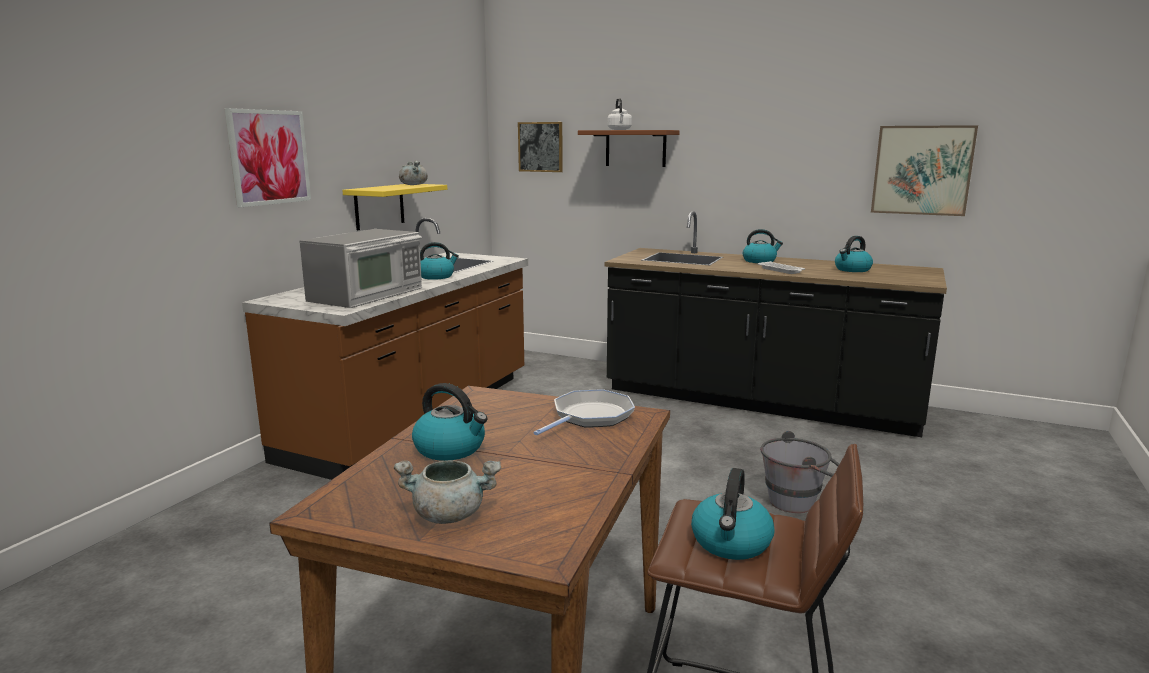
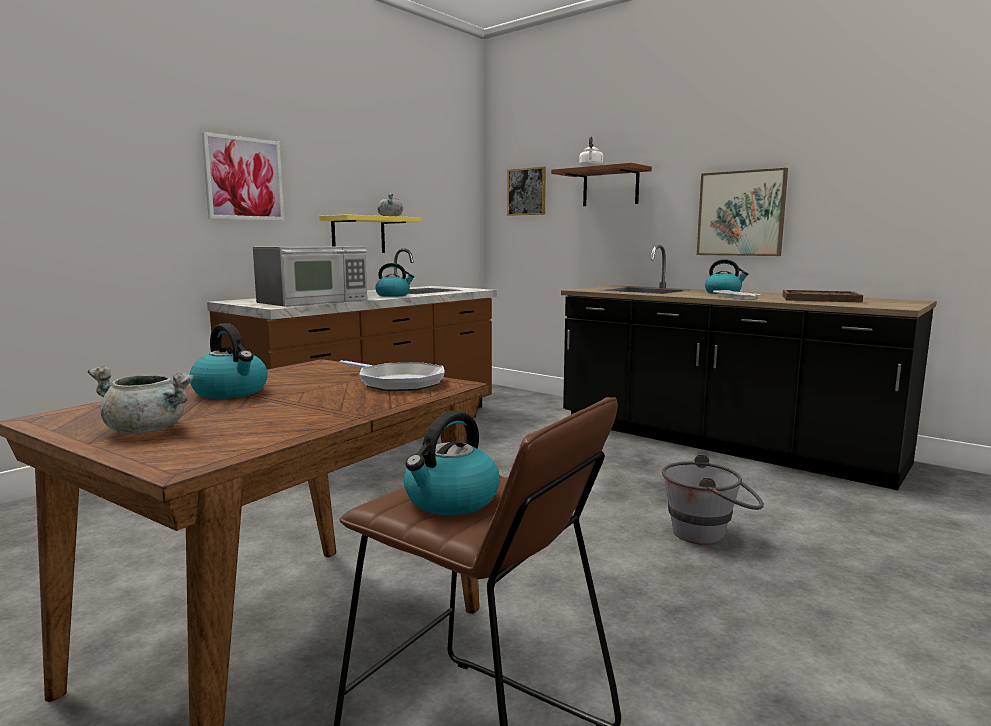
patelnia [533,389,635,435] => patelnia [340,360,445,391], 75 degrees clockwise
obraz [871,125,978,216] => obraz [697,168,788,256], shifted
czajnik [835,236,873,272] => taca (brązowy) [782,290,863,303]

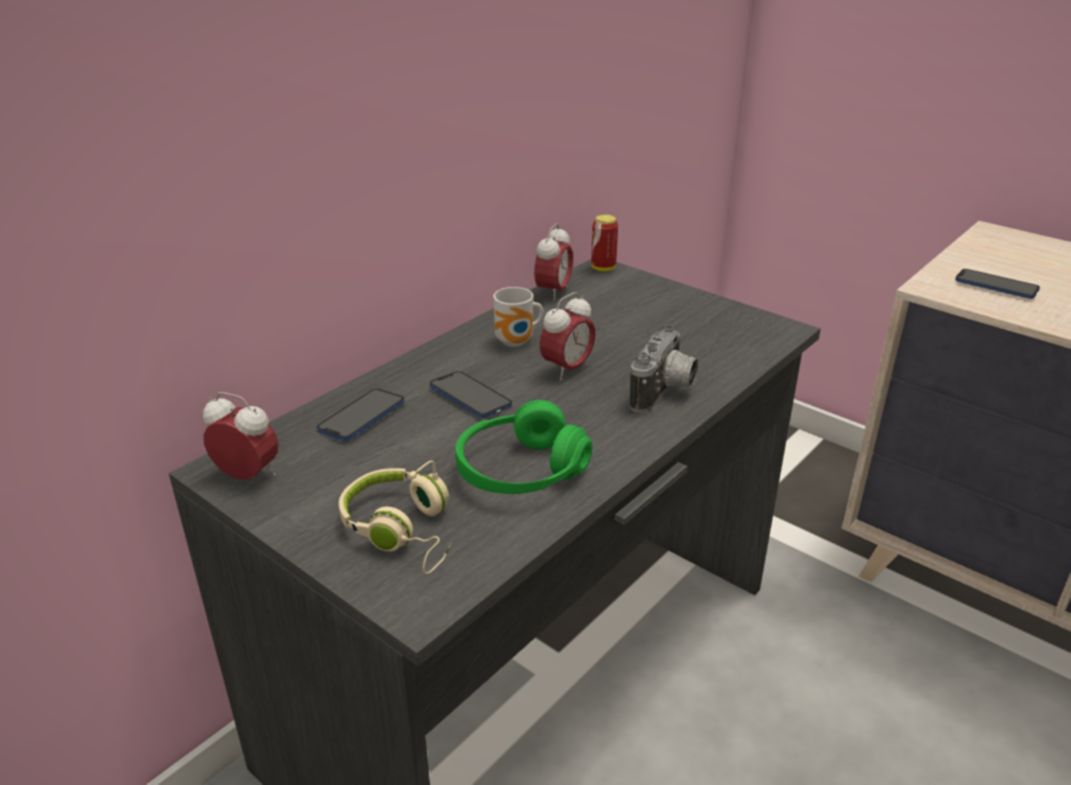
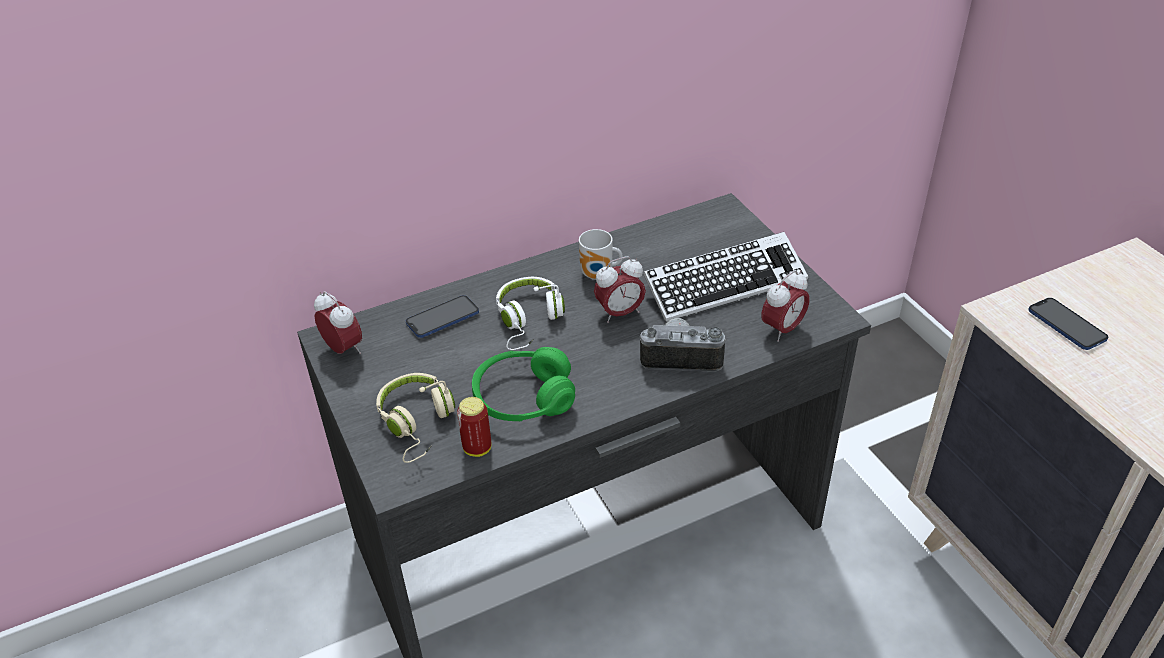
puszka [591,214,618,271] => puszka [457,397,491,457], shifted
telefon [430,371,512,418] => słuchawki (biały) [496,277,565,350]
aparat fotograficzny [630,325,698,413] => aparat fotograficzny [639,318,726,372], 135 degrees counterclockwise
nothing => klawiatura [643,232,808,322]
budzik [534,224,573,301] => budzik [761,270,809,342], shifted

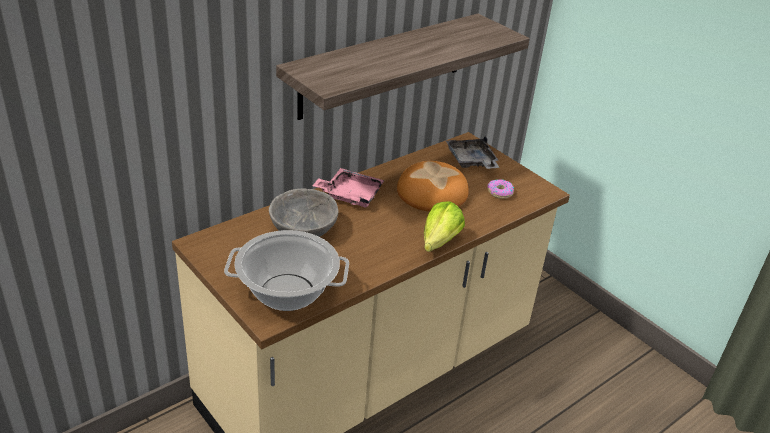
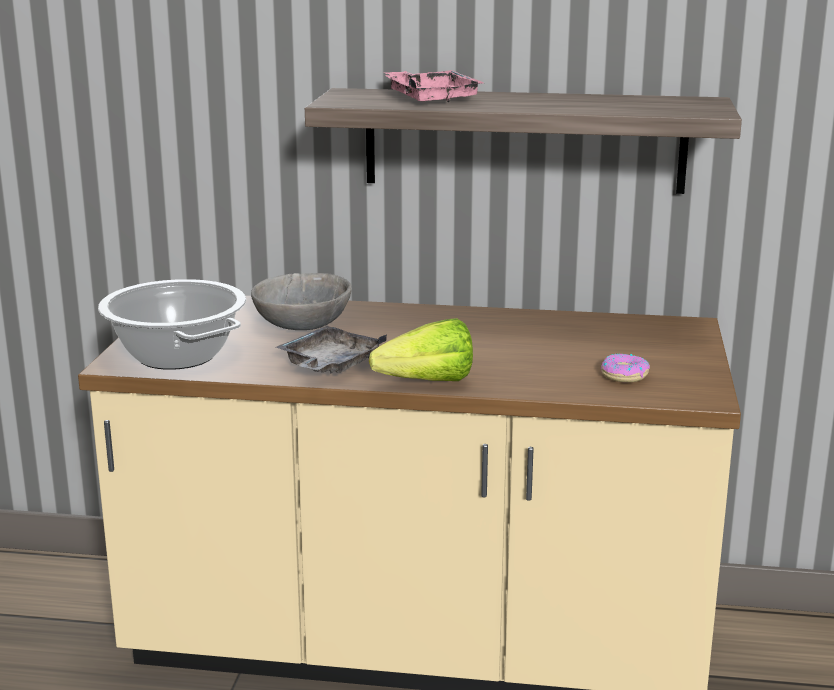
taca (szary) [446,136,499,169] => taca (szary) [276,326,387,374], shifted
taca (różowy) [312,168,384,208] => taca (różowy) [383,70,483,102], shifted
chleb [397,161,469,212] => nothing

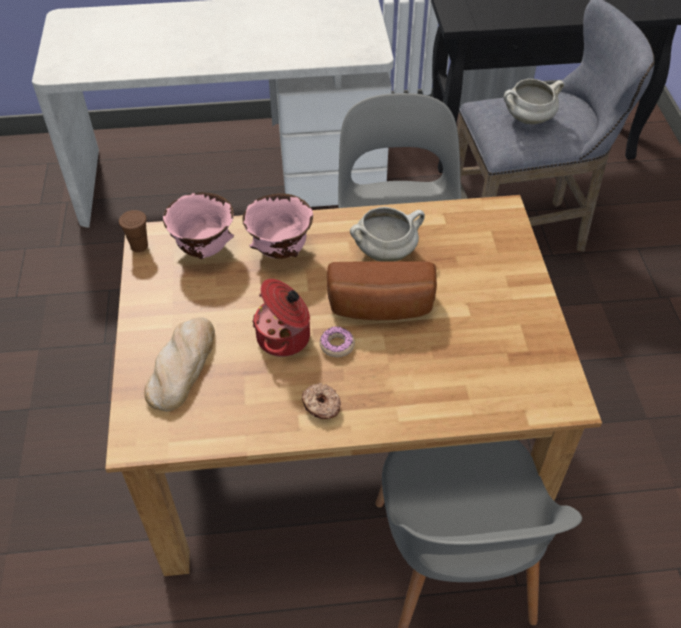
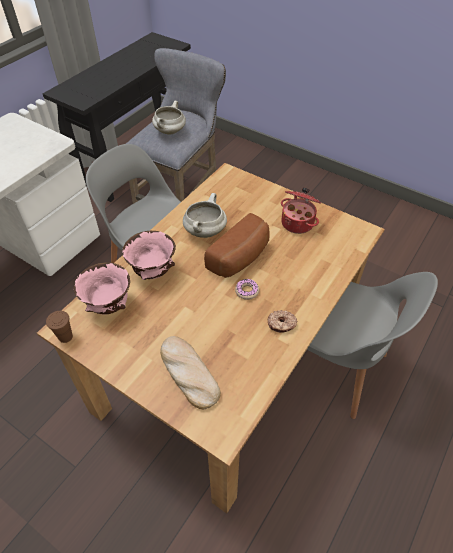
garnek [252,279,310,357] => garnek [281,187,321,234], shifted

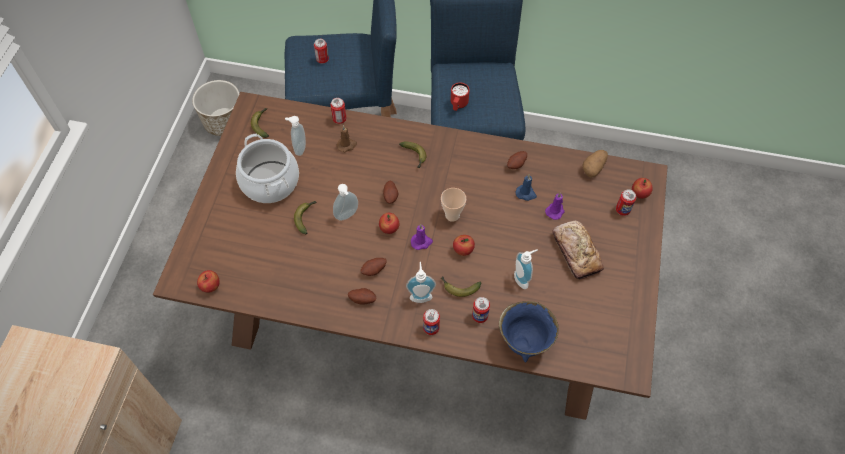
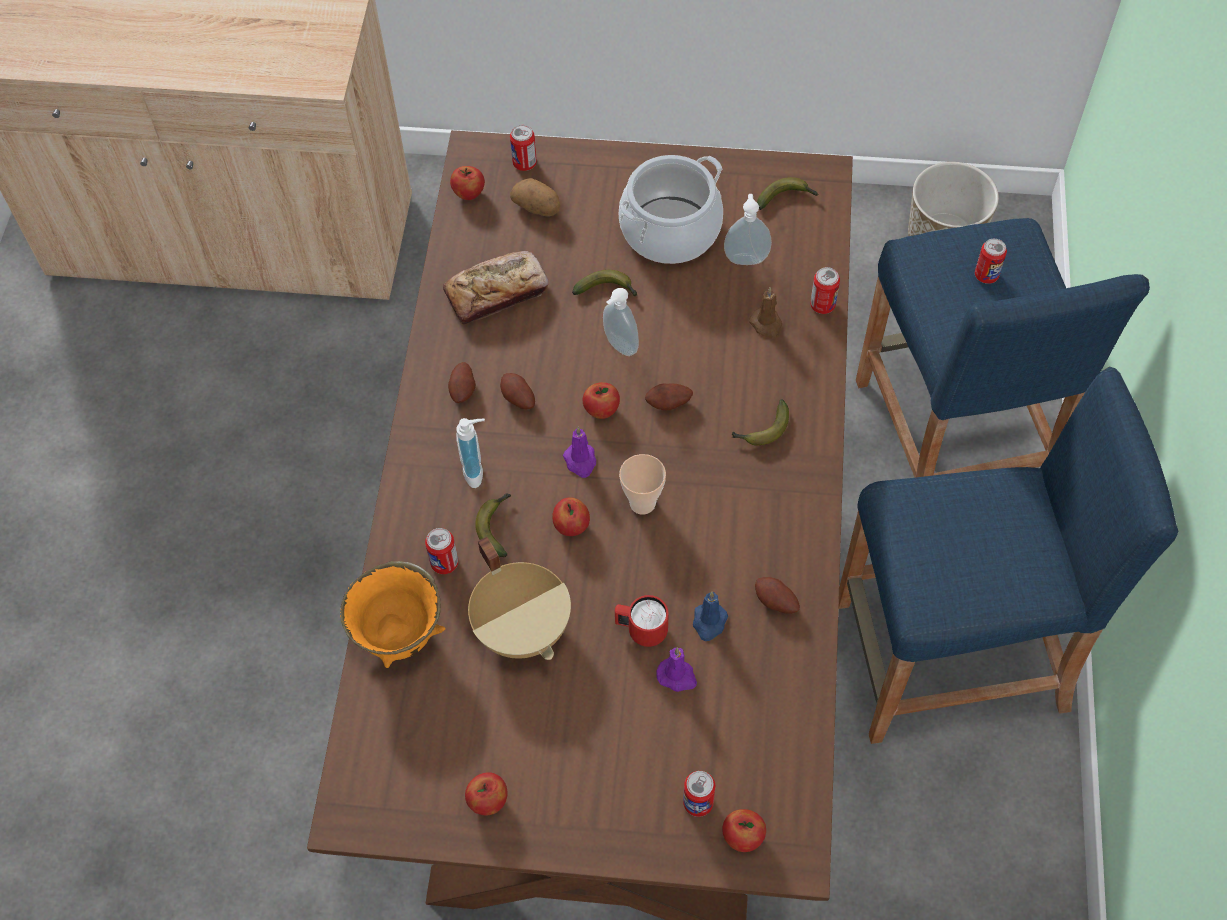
miska (niebieski) [499,301,559,362] => miska (pomarańczowy) [340,561,445,668]
chleb [552,221,604,280] => chleb [443,251,549,325], shifted
nothing => jabłko [465,772,507,816]
dozownik mydła [514,249,538,289] => garnek (beżowy) [468,537,571,660]
puszka [423,309,440,335] => puszka [510,125,537,171], shifted
ziemniak [583,150,608,177] => ziemniak [510,178,560,216], shifted
kubek (czerwony) [451,83,469,111] => kubek (czerwony) [615,595,669,647], shifted

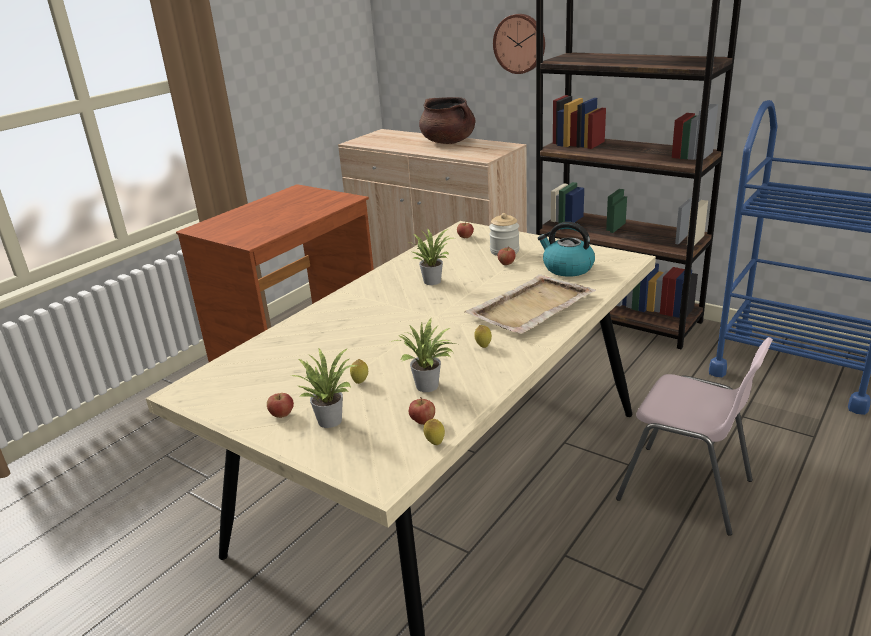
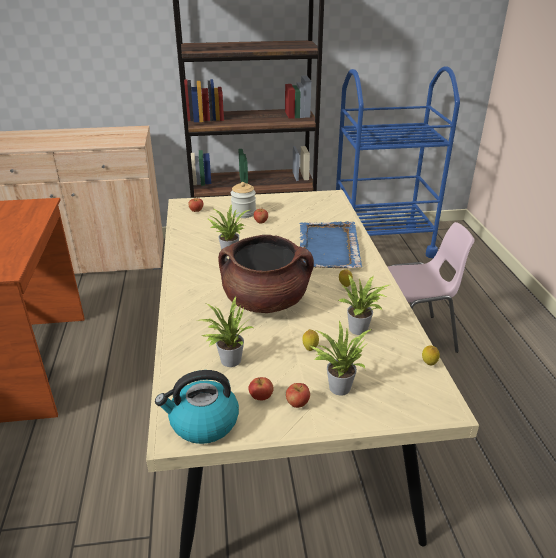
czajnik [538,222,595,277] => czajnik [155,370,239,444], shifted
nothing => roślina doniczkowa [197,296,253,367]
garnek (brązowy) [419,97,476,144] => garnek (brązowy) [218,235,314,313], shifted
jabłko [409,397,435,425] => jabłko [248,377,274,400], shifted
taca (beżowy) [465,274,596,334] => taca (niebieski) [300,221,362,268]
zegar ścienny [493,14,545,74] => nothing

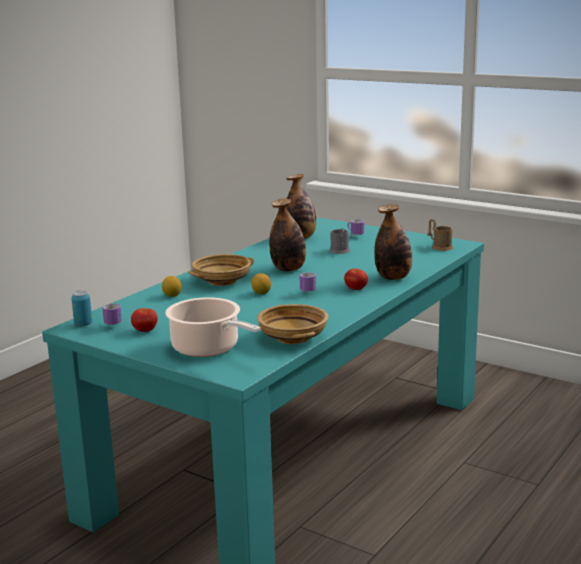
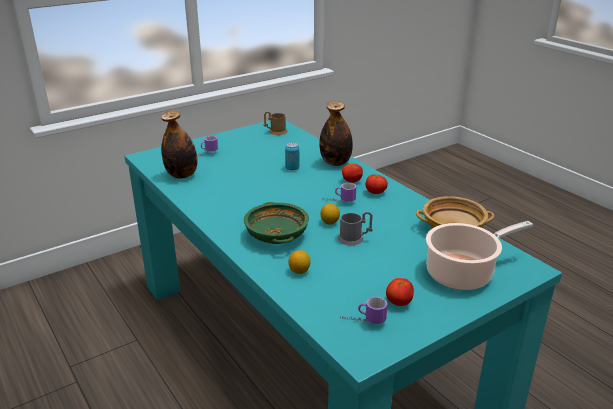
miska (beżowy) [188,254,254,286] => miska (zielony) [244,202,309,244]
puszka [71,291,92,326] => puszka [285,143,299,170], shifted
kubek (szary) [329,228,351,254] => kubek (szary) [337,212,373,246], shifted
nothing => pomidor [365,174,388,194]
butelka [269,199,306,272] => nothing

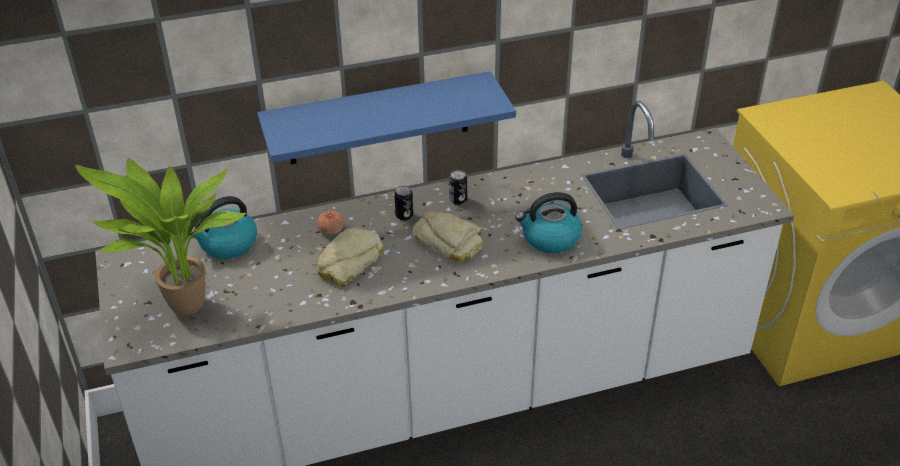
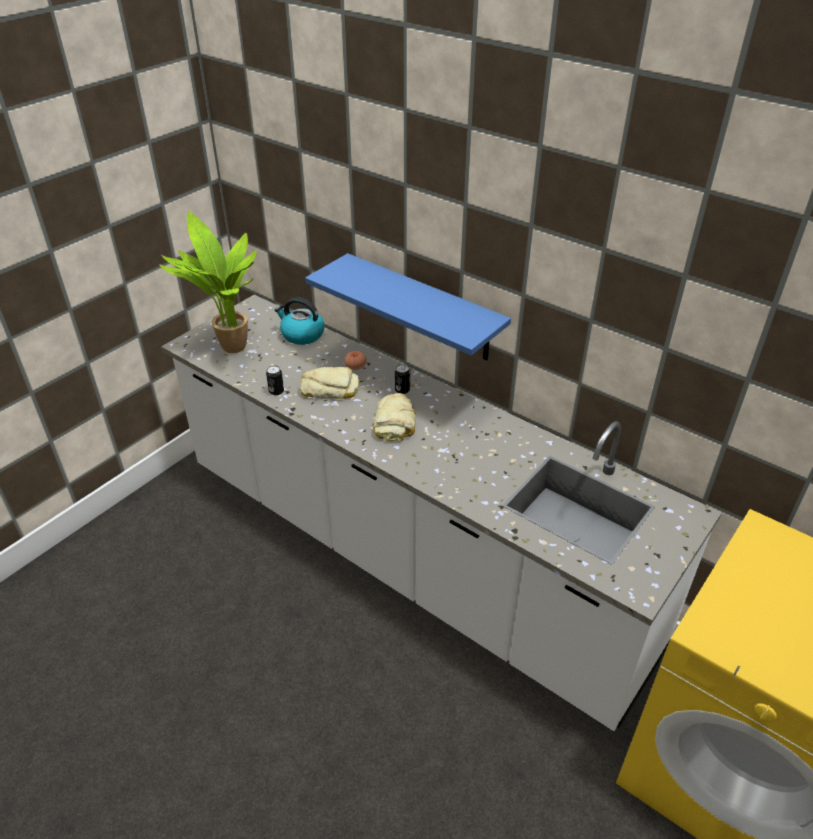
puszka [449,170,467,205] => puszka [266,365,284,395], shifted
czajnik [515,192,582,253] => nothing

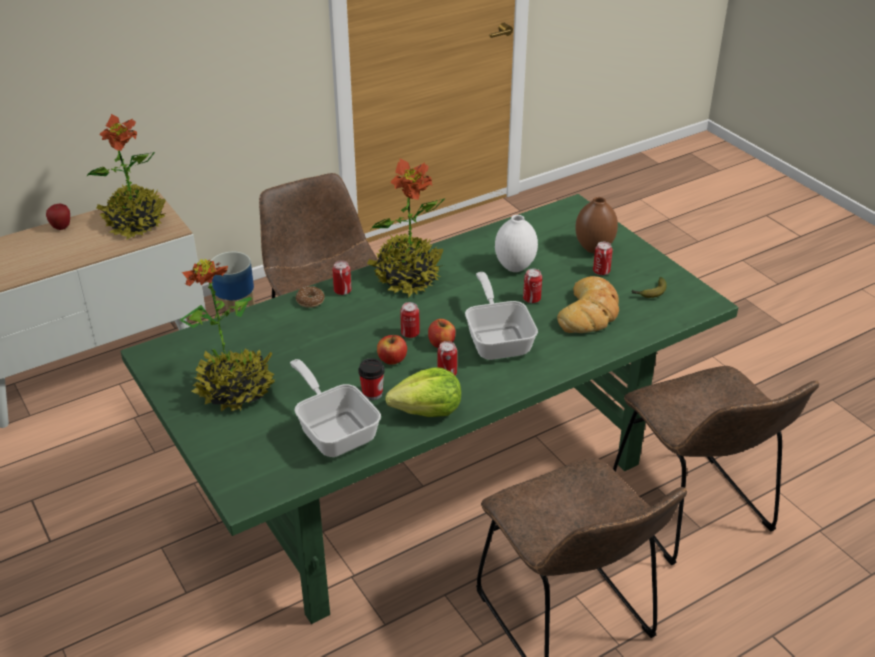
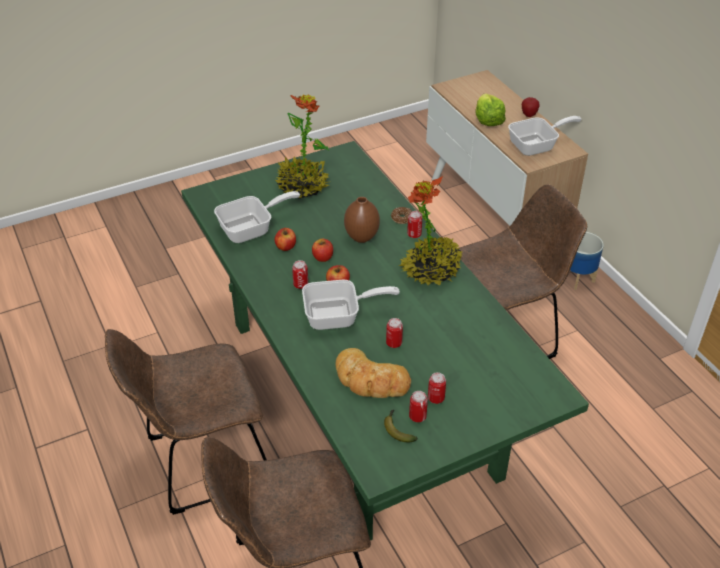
filiżanka [358,358,385,400] => jabłko [275,228,296,251]
wazon (brązowy) [575,197,618,253] => wazon (brązowy) [344,197,380,243], shifted
puszka [401,302,420,338] => puszka [409,391,428,422], shifted
sałata [385,368,461,417] => sałata [475,93,506,126], shifted
roślina doniczkowa [86,114,166,239] => patelnia [508,116,582,156]
wazon (biały) [495,215,538,272] => nothing

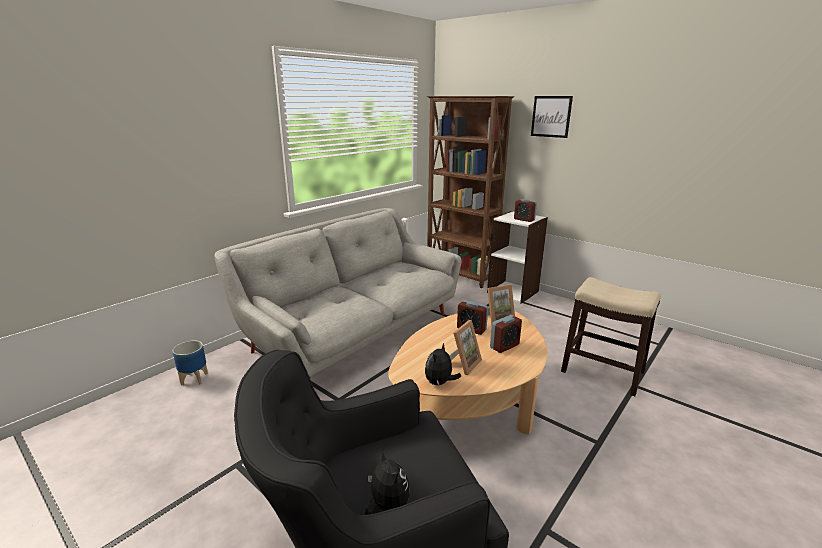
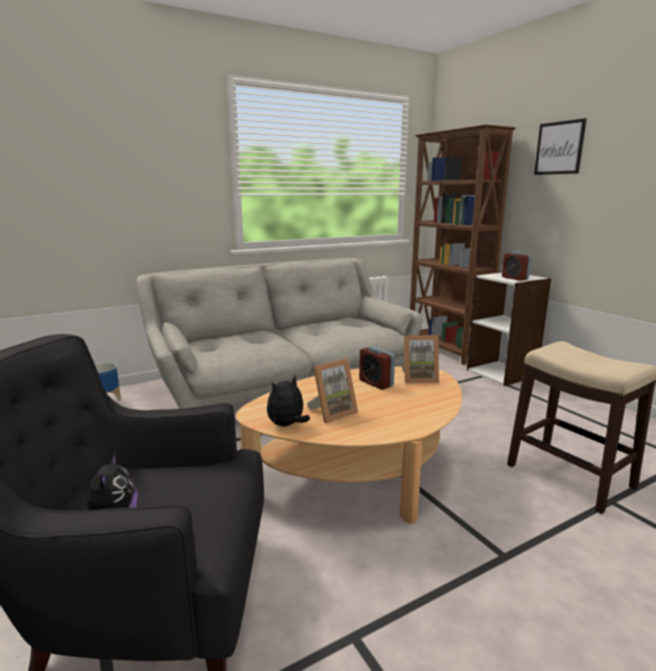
budzik [490,315,522,353] => nothing

